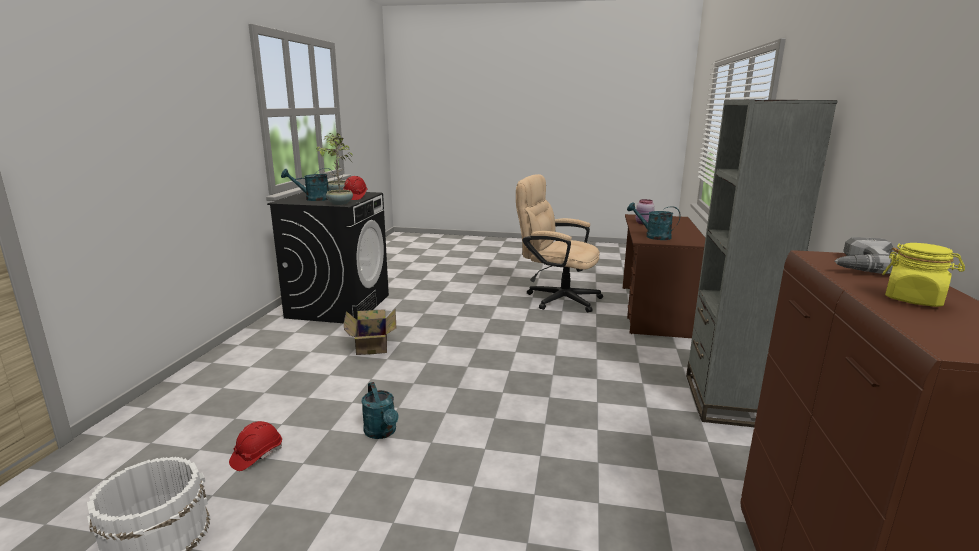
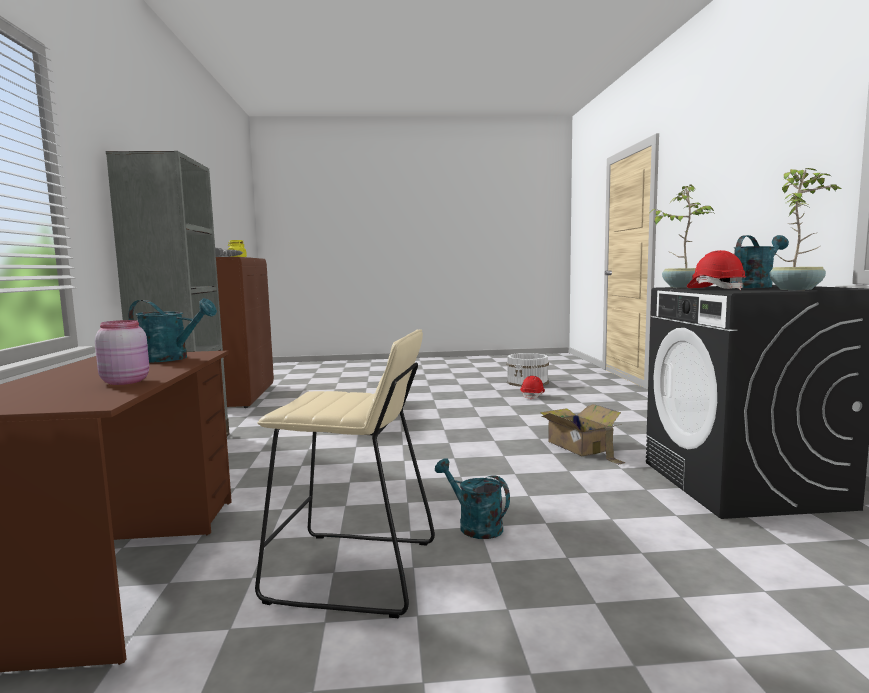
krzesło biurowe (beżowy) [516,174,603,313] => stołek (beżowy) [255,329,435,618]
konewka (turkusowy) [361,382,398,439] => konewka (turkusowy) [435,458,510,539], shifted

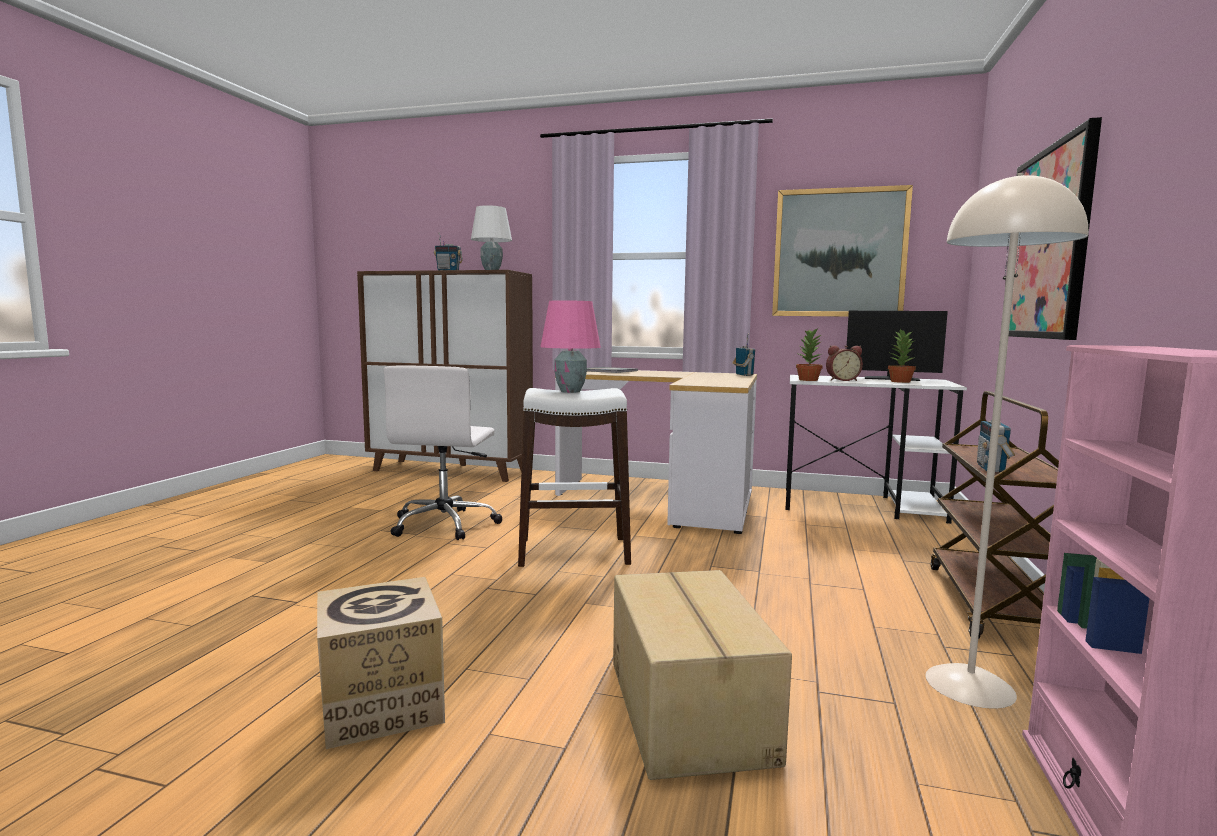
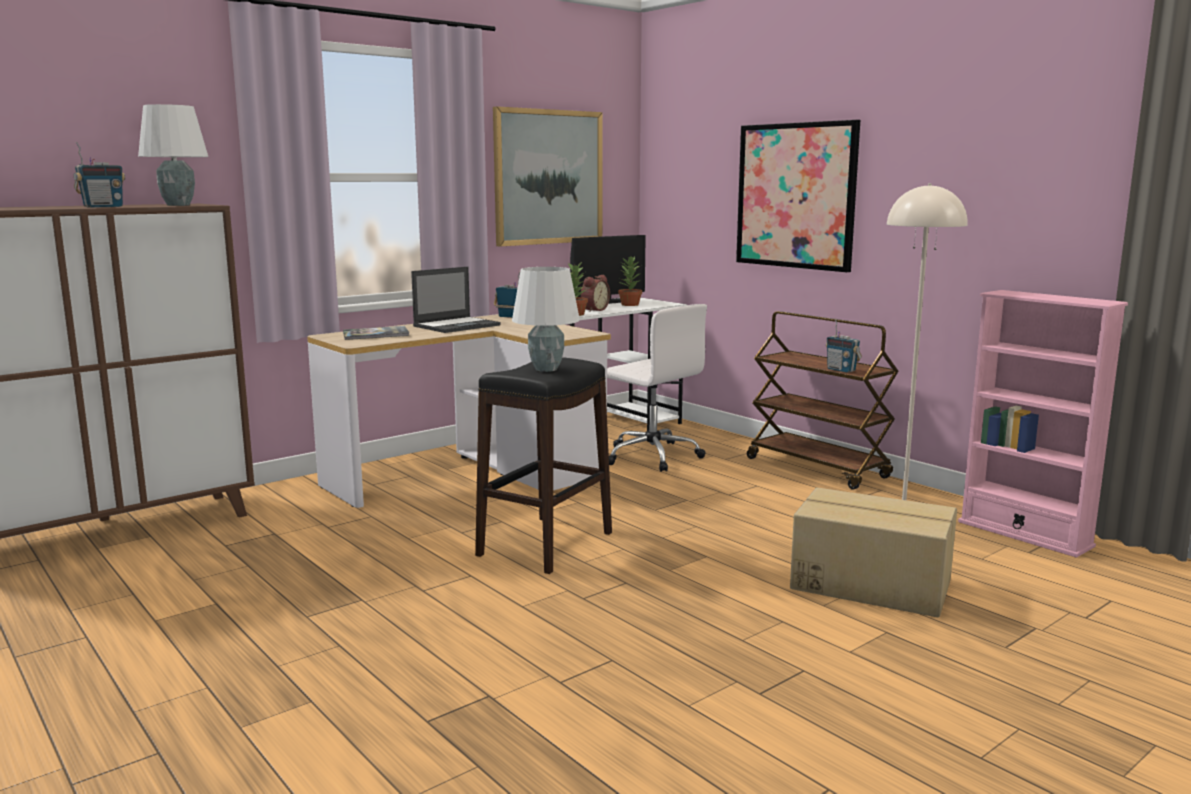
nothing => laptop [411,267,501,333]
stołek (biały) [518,388,631,567] => stołek (czarny) [475,357,612,574]
lampa stołowa (różowy) [540,300,601,393] => lampa stołowa (biały) [512,267,580,372]
krzesło biurowe (biały) [384,366,503,540] => krzesło biurowe (biały) [607,304,707,472], shifted
karton [317,577,445,749] => nothing

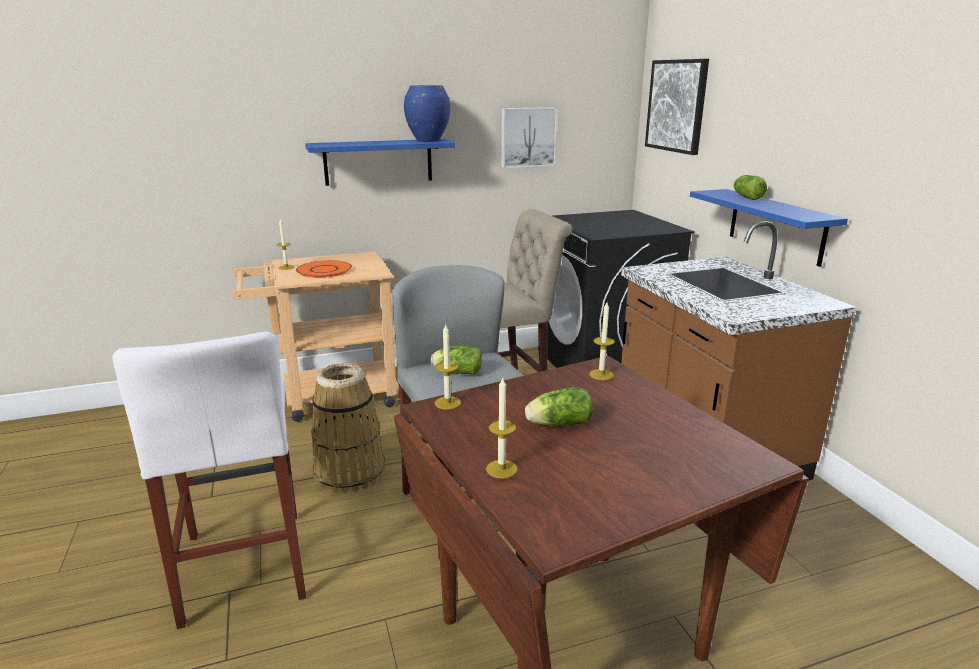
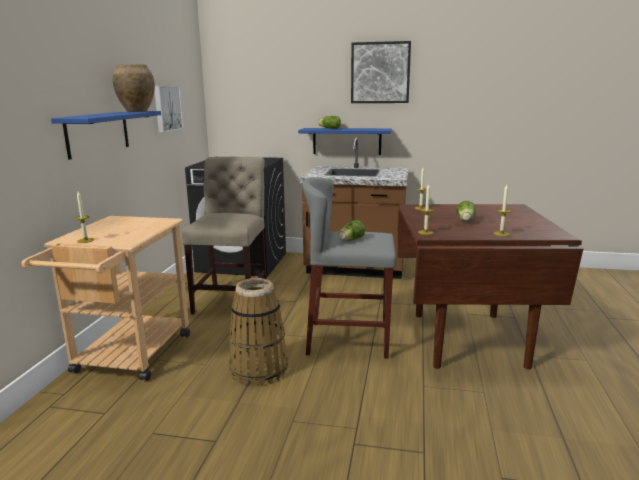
wazon (niebieski) [404,85,450,142] => wazon (brązowy) [113,64,155,112]
obraz [645,59,709,155] => obraz [351,41,411,103], shifted
stołek (biały) [112,332,306,629] => nothing
talerz (pomarańczowy) [296,260,352,278] => nothing

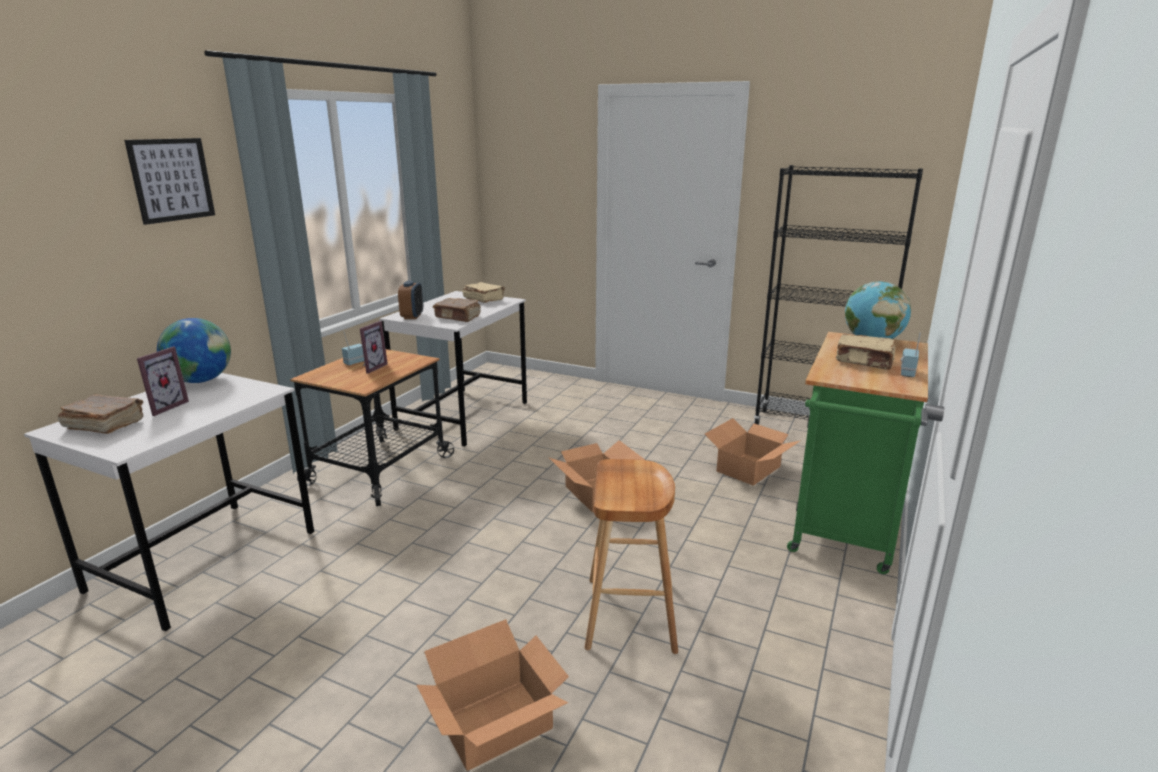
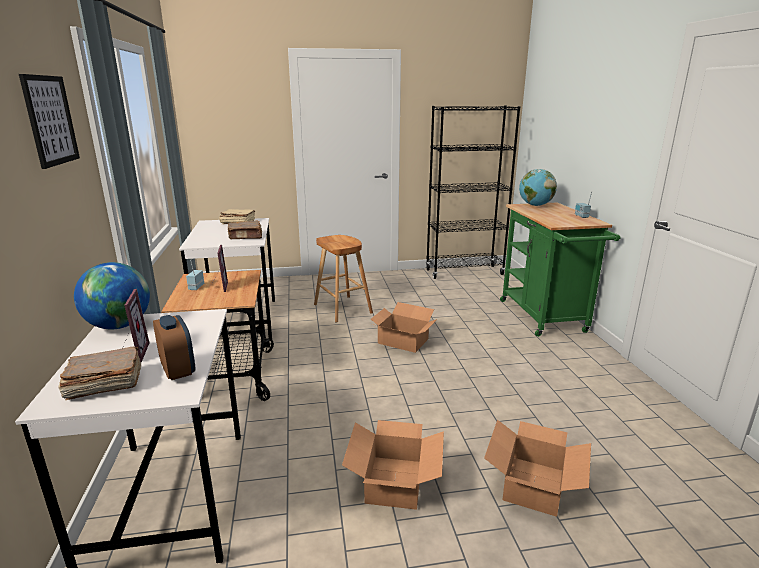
budzik [398,281,423,319] => budzik [153,315,195,380], shifted
stołek (brązowy) [584,459,678,654] => stołek (brązowy) [314,235,373,323], shifted
karton [705,418,800,486] => karton [342,420,444,510], shifted
książka (beżowy) [836,334,895,370] => nothing

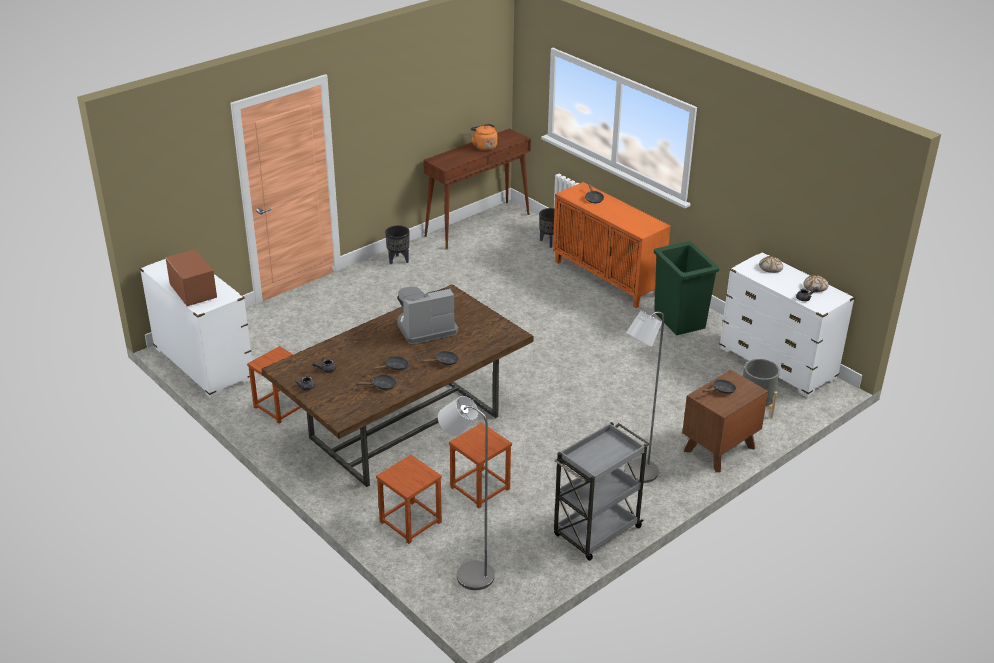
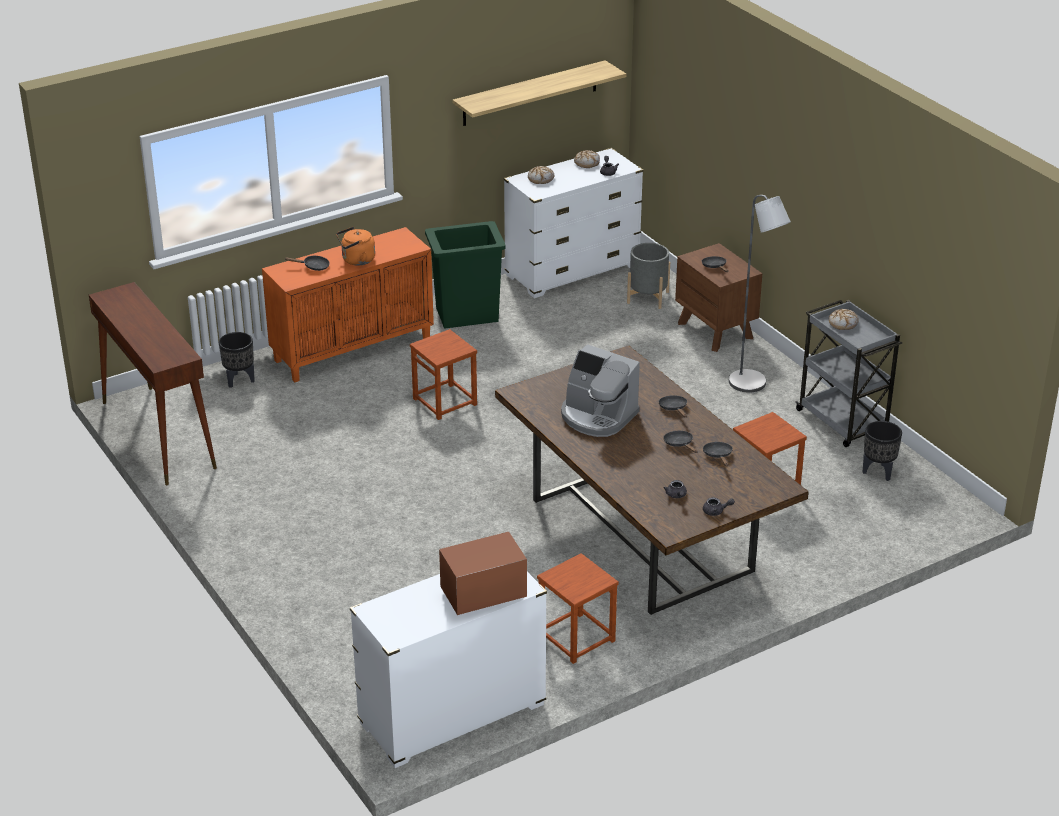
czajnik (pomarańczowy) [471,124,497,151] => czajnik (pomarańczowy) [336,227,375,265], shifted
stołek (brązowy) [376,455,442,544] => stołek (brązowy) [410,329,477,420], shifted
nothing => półka [453,60,626,126]
ekspres do kawy [397,287,458,344] => ekspres do kawy [561,344,640,437], 45 degrees counterclockwise
nothing => chleb [829,309,859,330]
donica (czarny) [385,225,410,264] => donica (czarny) [863,421,902,481], shifted
lampa stojąca (szary) [438,396,494,590] => nothing

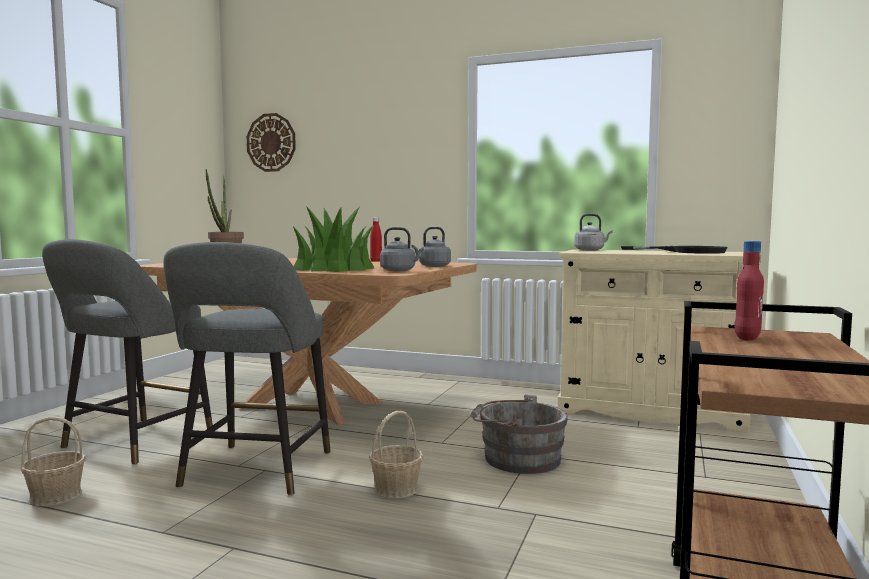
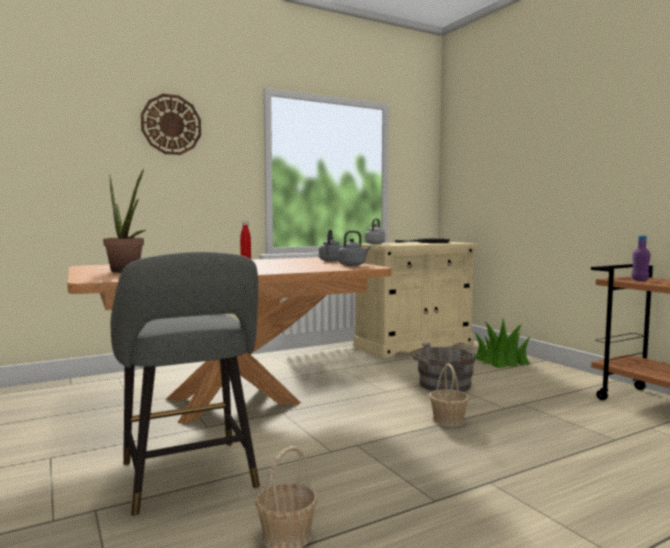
zegar ścienny [247,113,296,172] => zegar ścienny [141,94,201,155], shifted
roślina doniczkowa [293,206,374,272] => roślina doniczkowa [475,318,531,368], shifted
butelka (czerwony) [734,241,764,340] => butelka (fioletowy) [631,236,650,281]
stołek (szary) [163,242,331,496] => nothing

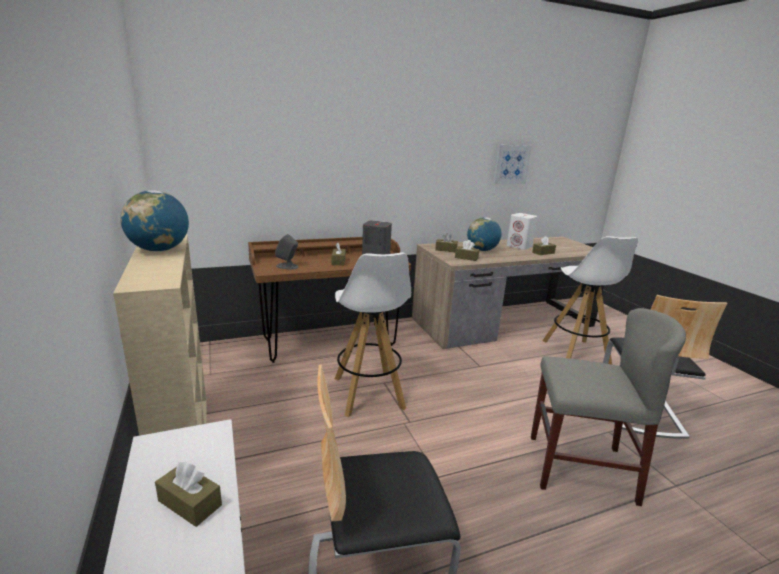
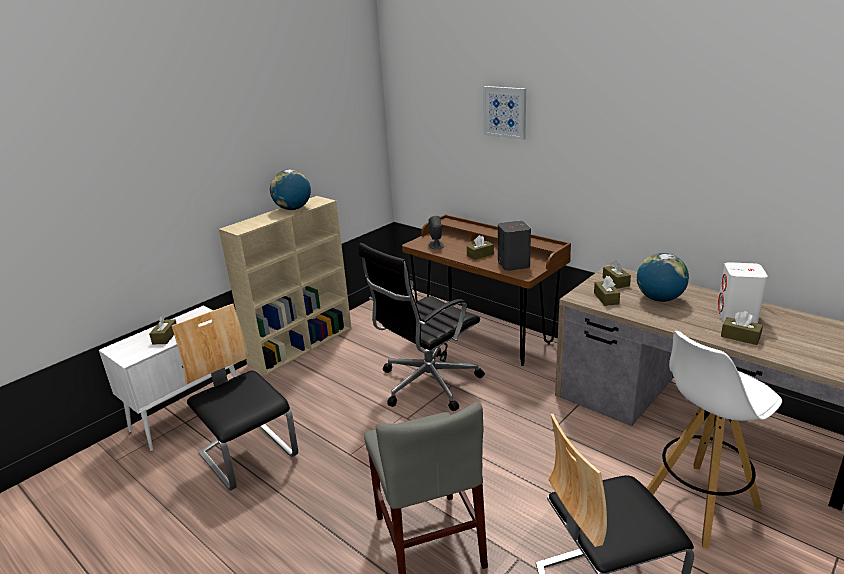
stołek (biały) [335,252,411,417] => krzesło biurowe (czarny) [358,243,485,411]
obraz [493,145,531,184] => obraz [483,86,526,140], shifted

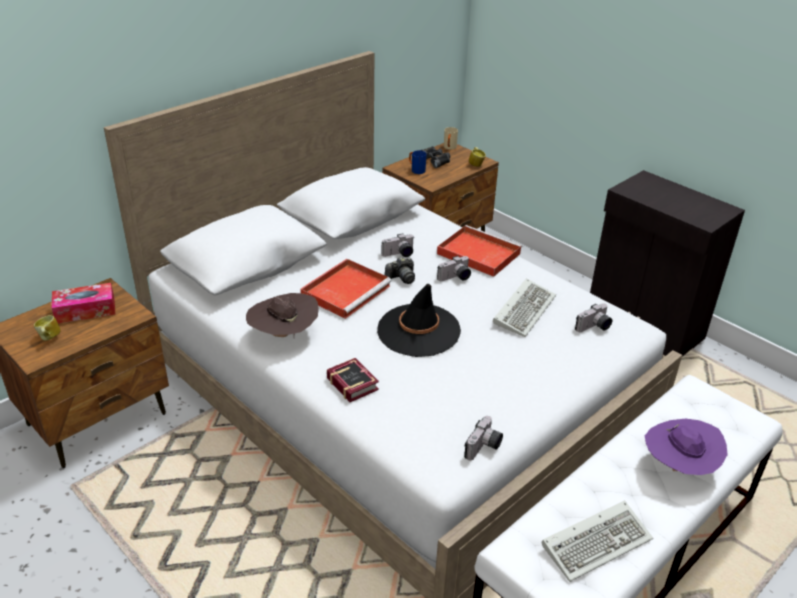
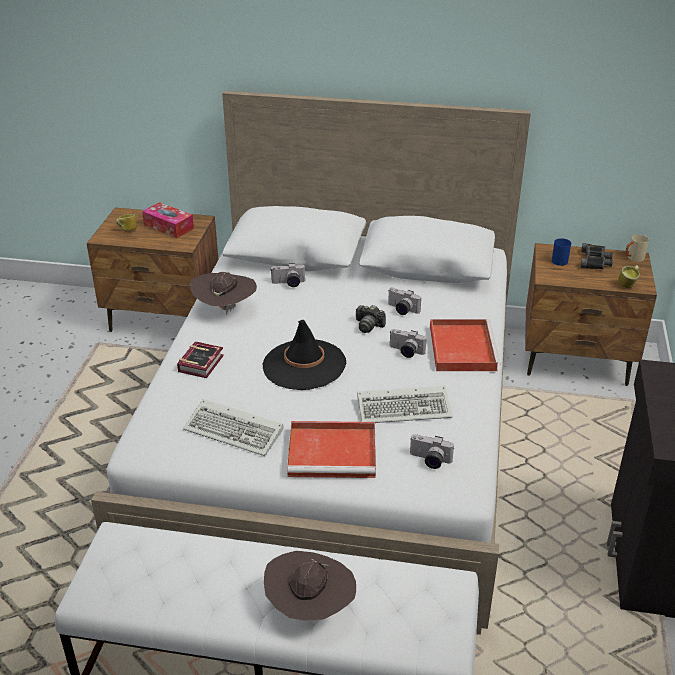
klawiatura [542,500,653,582] => klawiatura [183,399,284,456], shifted
kapelusz (fioletowy) [645,419,728,475] => kapelusz (brązowy) [264,551,356,621]
aparat fotograficzny [464,416,503,461] => aparat fotograficzny [270,263,306,287], shifted
taca (czerwony) [300,259,392,319] => taca (czerwony) [287,421,376,478], shifted

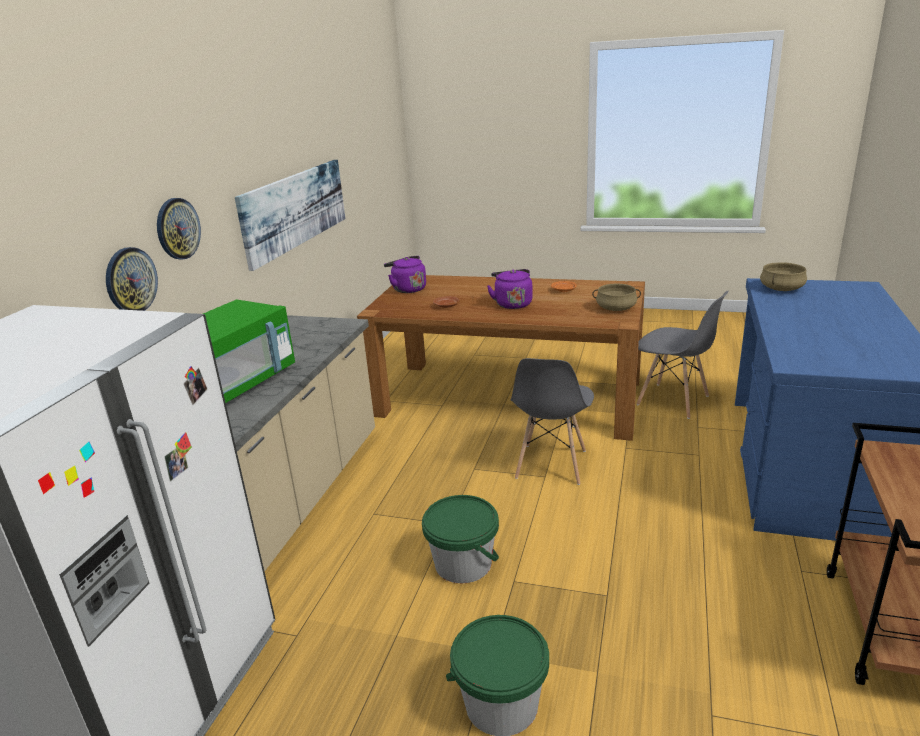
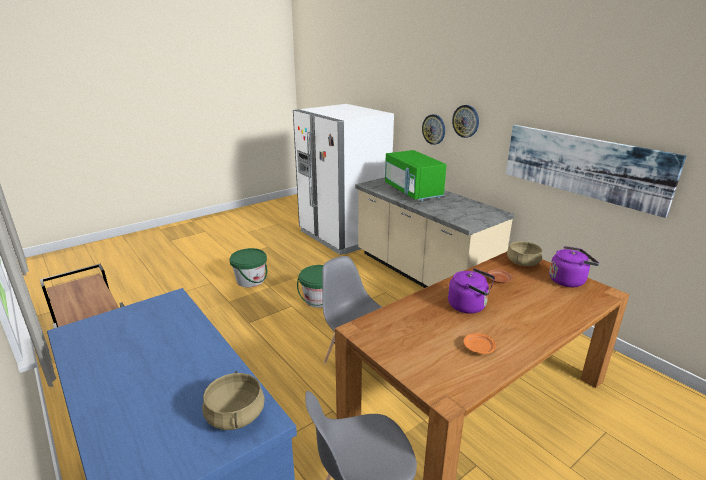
garnek (beżowy) [592,284,641,311] => garnek (beżowy) [507,241,542,266], shifted

